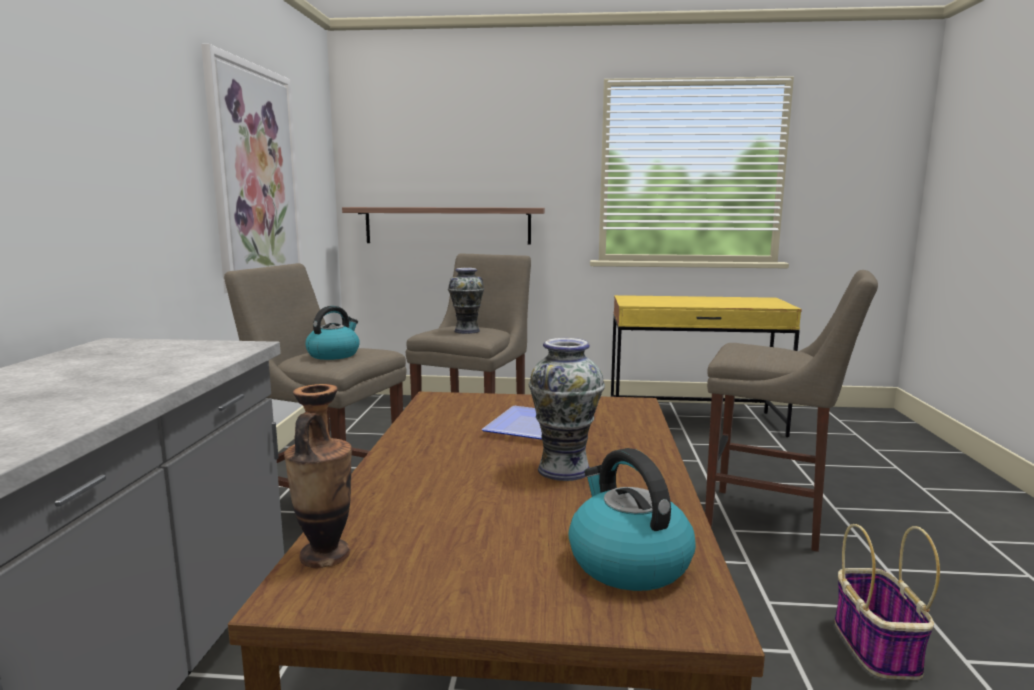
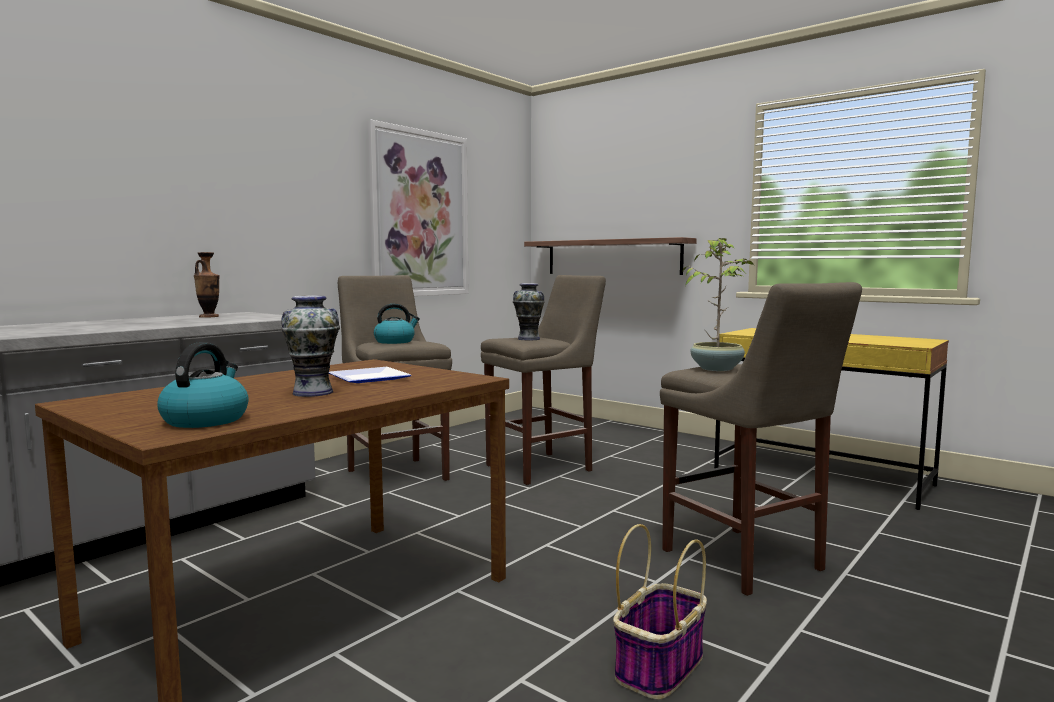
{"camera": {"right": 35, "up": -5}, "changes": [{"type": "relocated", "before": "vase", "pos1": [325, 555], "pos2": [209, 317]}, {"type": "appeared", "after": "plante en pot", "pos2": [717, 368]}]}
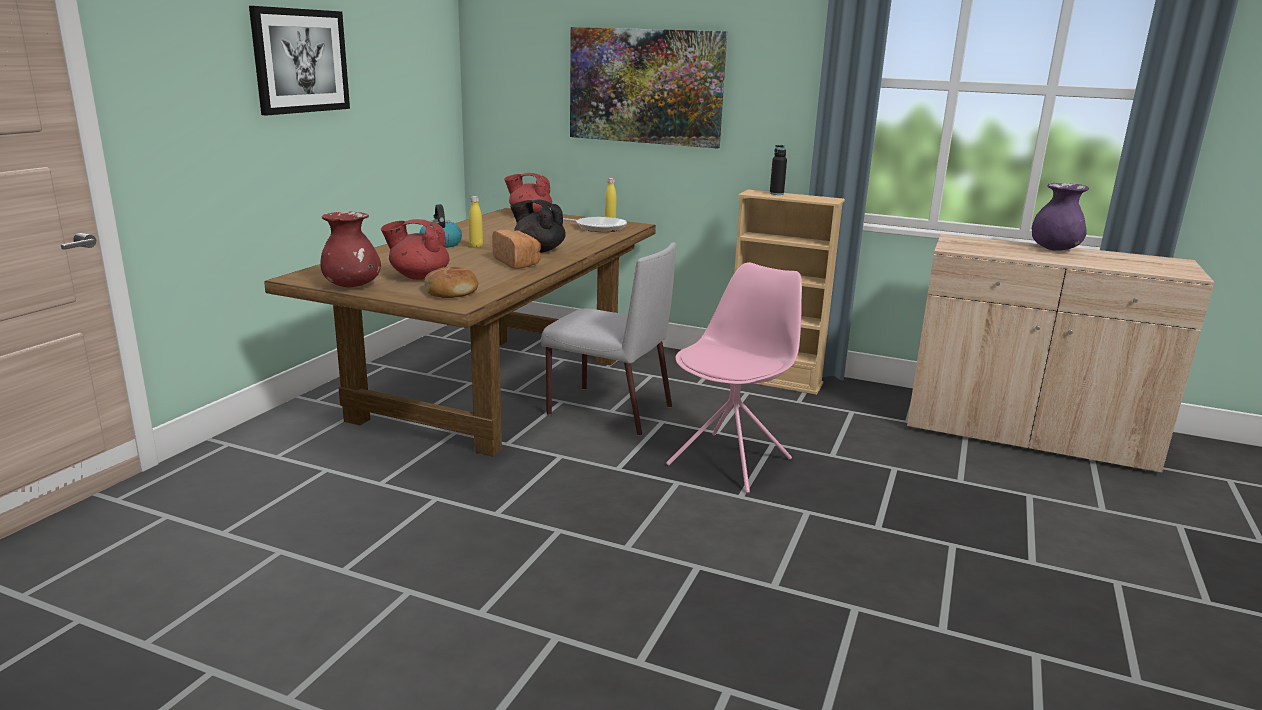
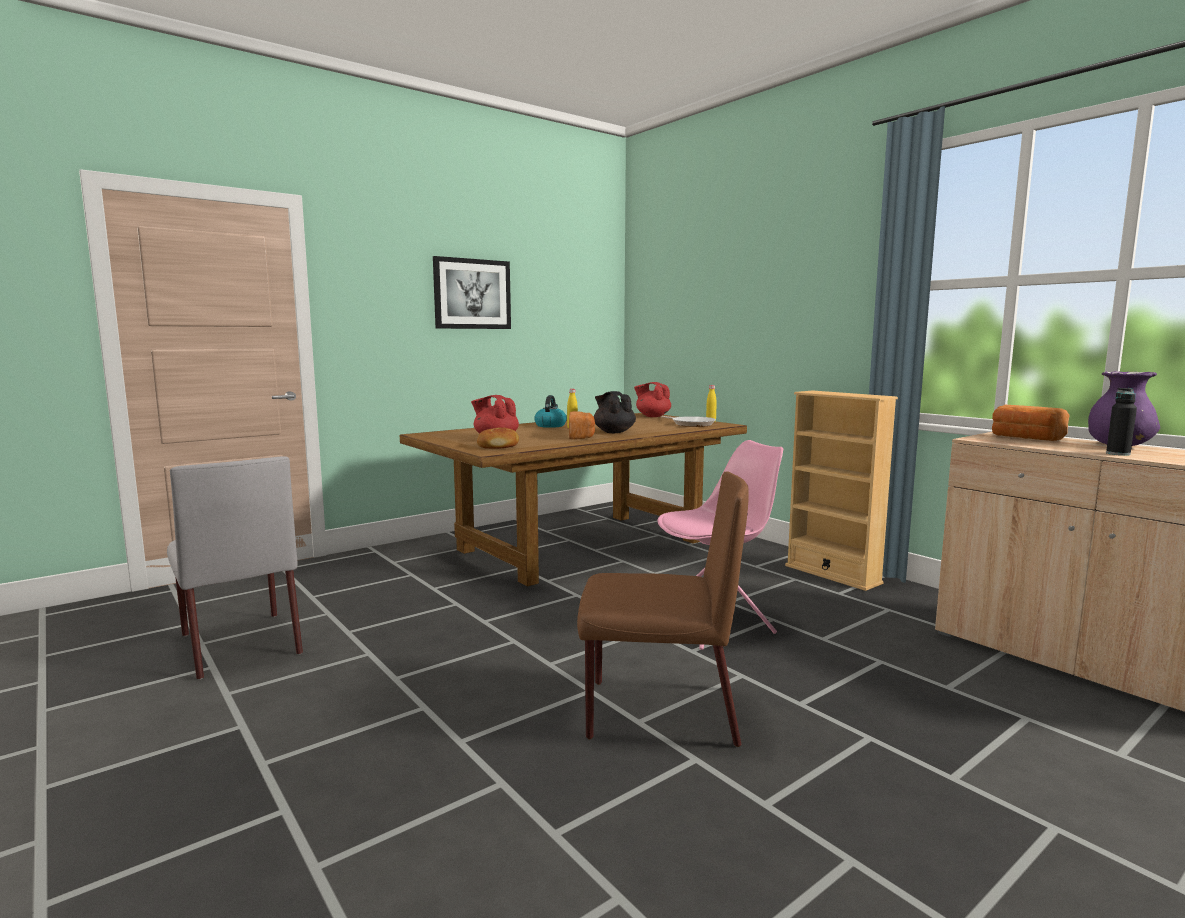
{"camera": {"right": 30, "up": -10}, "changes": [{"type": "missing", "before": "vase (rouge)", "pos1": [352, 286]}, {"type": "relocated", "before": "chaise (gris)", "pos1": [607, 410], "pos2": [240, 643]}, {"type": "missing", "before": "tableau", "pos1": [645, 86]}, {"type": "relocated", "before": "bouteille (noir)", "pos1": [776, 194], "pos2": [1118, 454]}, {"type": "appeared", "after": "chaise (marron)", "pos2": [658, 712]}, {"type": "appeared", "after": "pain", "pos2": [1025, 438]}]}
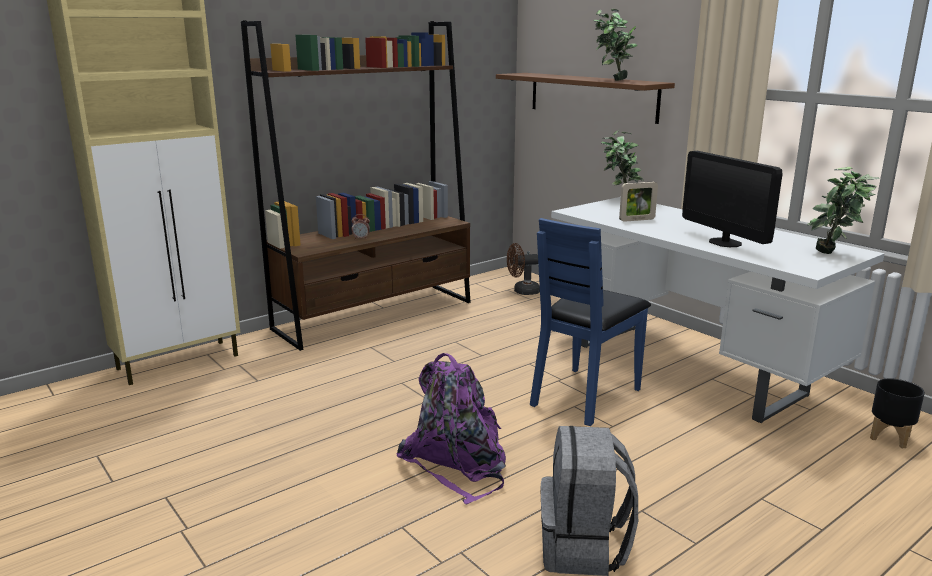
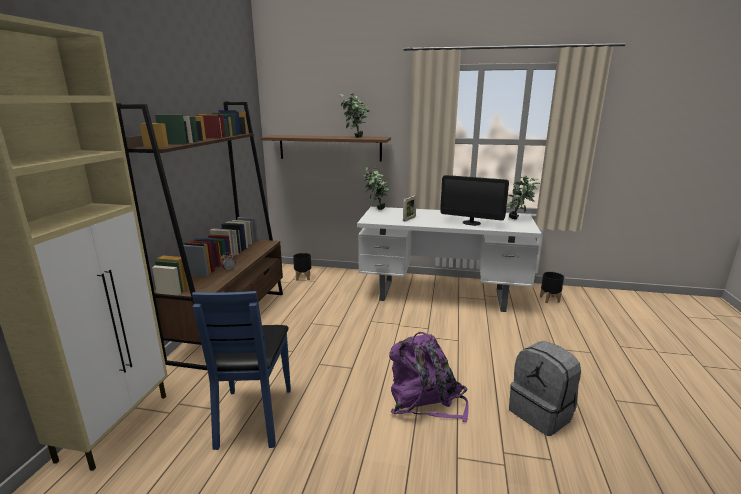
{"camera": {"right": -40, "up": 0}, "changes": [{"type": "exchanged", "before": "ventilateur (marron)", "after": "cache-pot (noir)", "pos1": [522, 291], "pos2": [303, 277]}, {"type": "relocated", "before": "chaise (bleu)", "pos1": [585, 396], "pos2": [253, 416]}]}
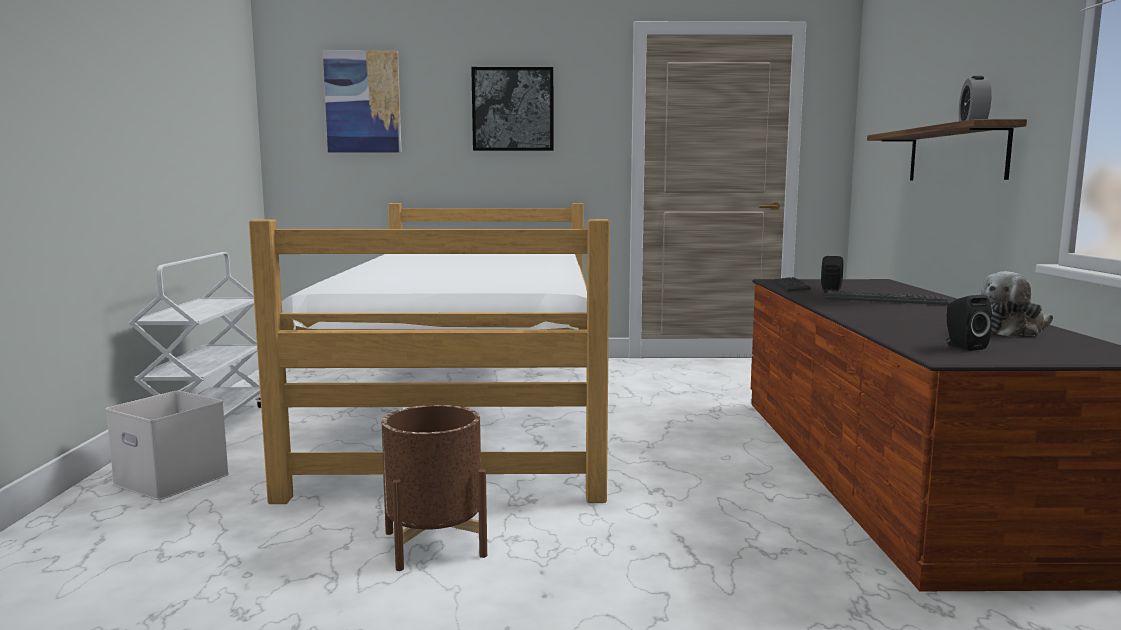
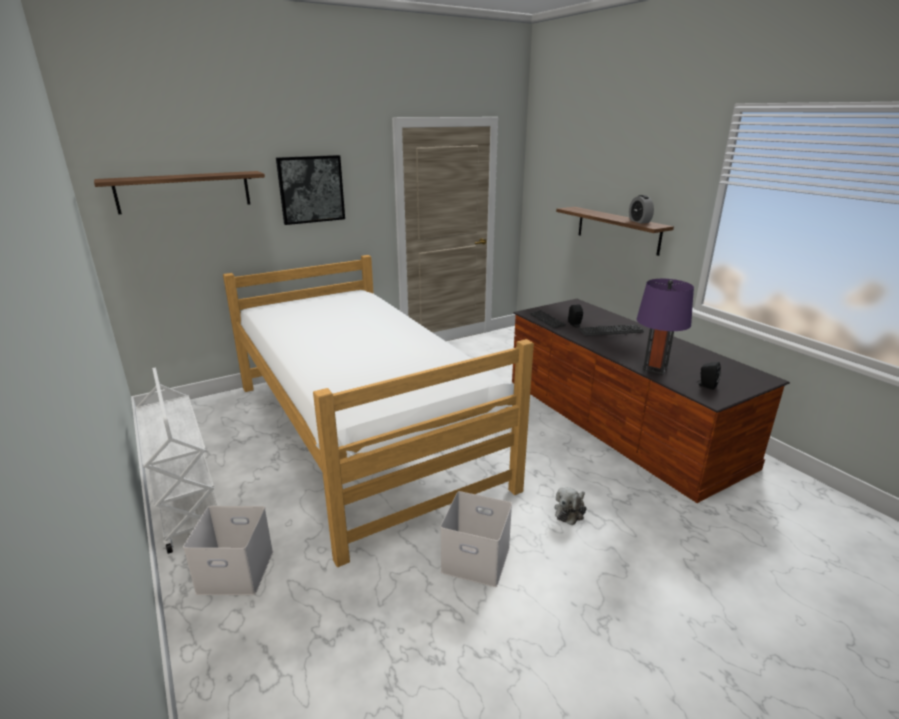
{"camera": {"right": -30, "up": 15}, "changes": [{"type": "exchanged", "before": "tableau", "after": "étagère", "pos1": [363, 102], "pos2": [184, 192]}, {"type": "exchanged", "before": "cache-pot (marron)", "after": "boîte de rangement (blanc)", "pos1": [434, 544], "pos2": [474, 559]}, {"type": "relocated", "before": "peluche", "pos1": [1014, 331], "pos2": [570, 511]}, {"type": "appeared", "after": "lampe de table (violet)", "pos2": [655, 368]}]}
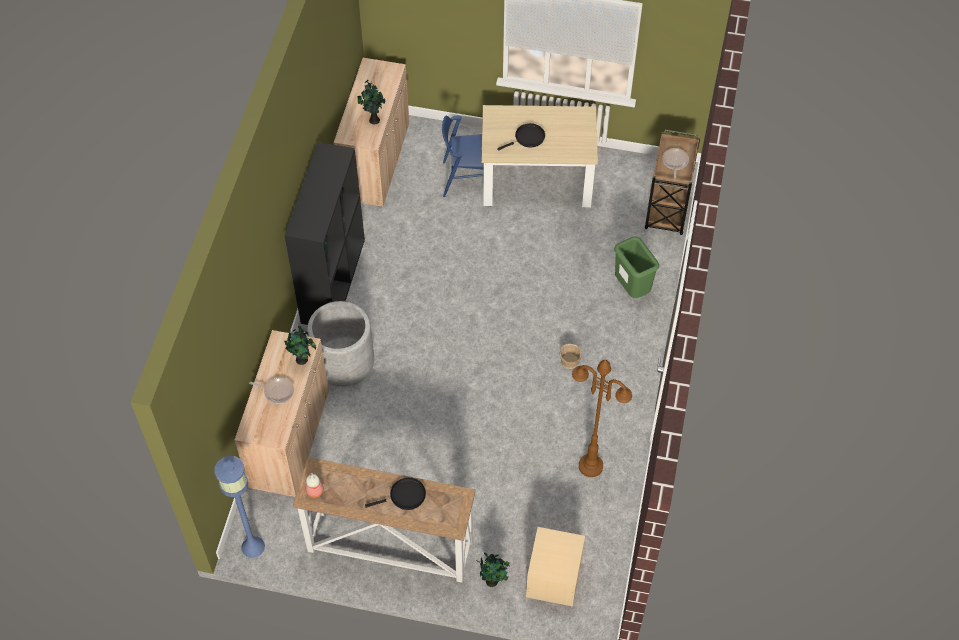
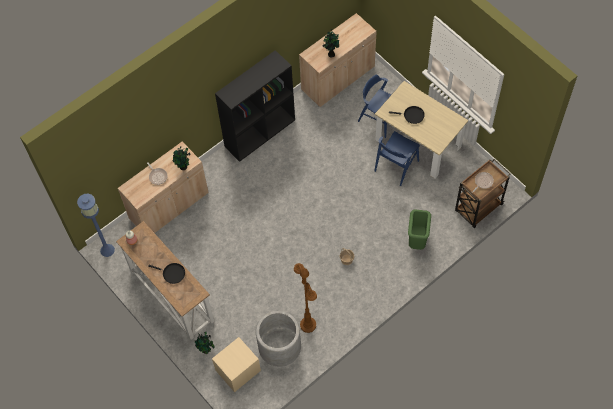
{"camera": {"right": 40, "up": 5}, "changes": [{"type": "relocated", "before": "cache-pot (gris)", "pos1": [343, 361], "pos2": [279, 347]}, {"type": "appeared", "after": "chaise (bleu)", "pos2": [396, 166]}]}
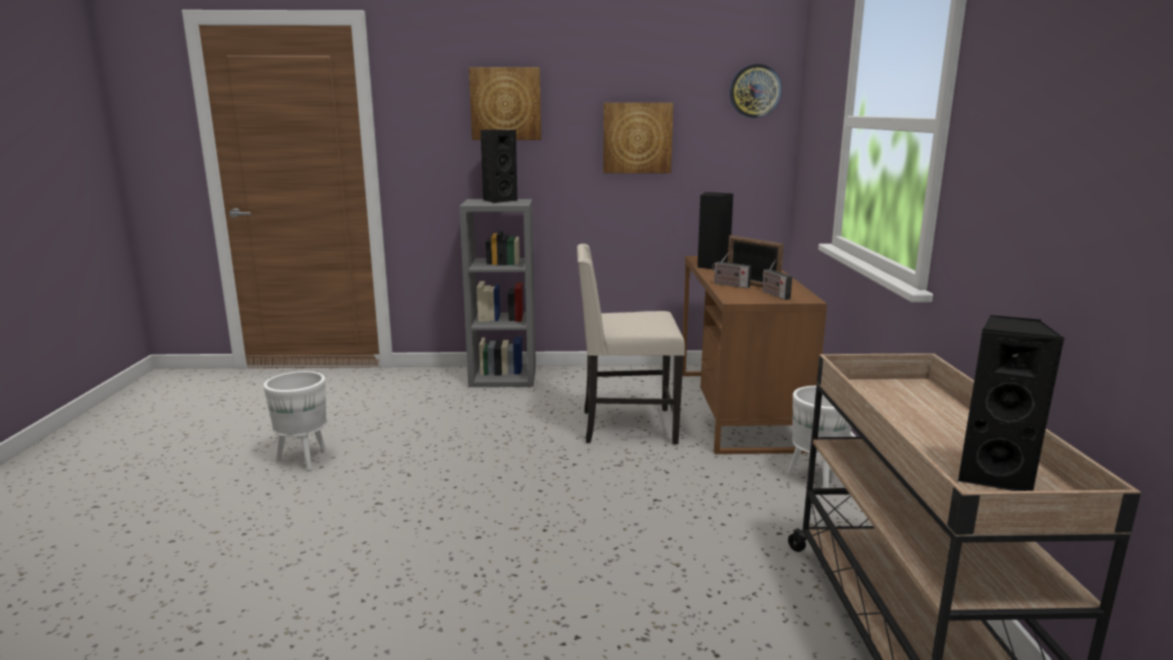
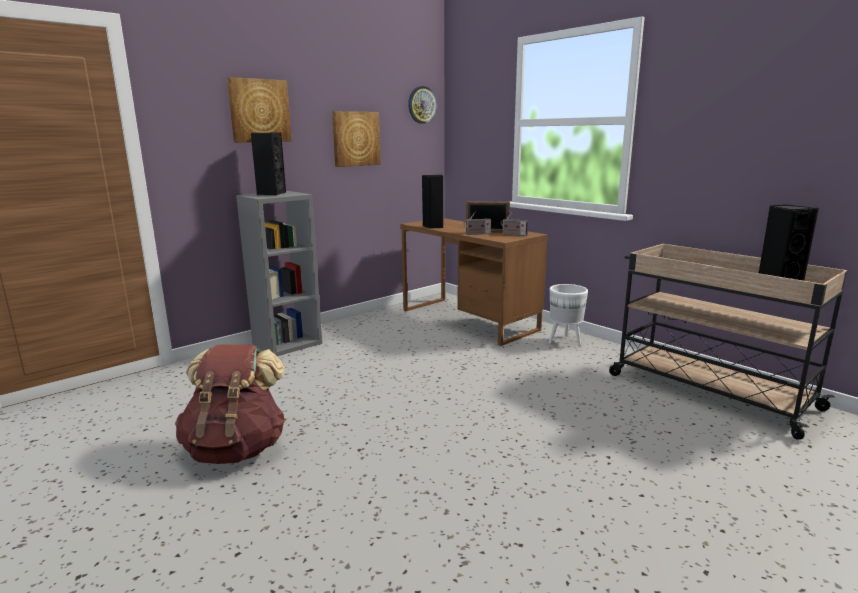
{"camera": {"right": -40, "up": 0}, "changes": [{"type": "exchanged", "before": "cache-pot (blanc)", "after": "sac à dos (marron)", "pos1": [305, 460], "pos2": [236, 449]}, {"type": "missing", "before": "chaise (beige)", "pos1": [626, 426]}]}
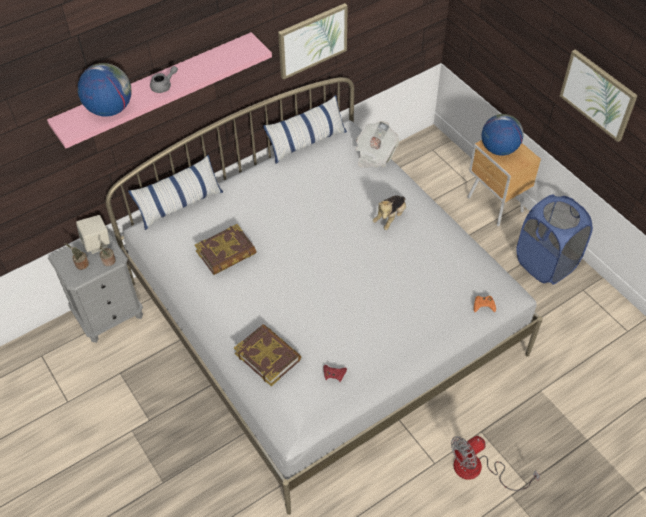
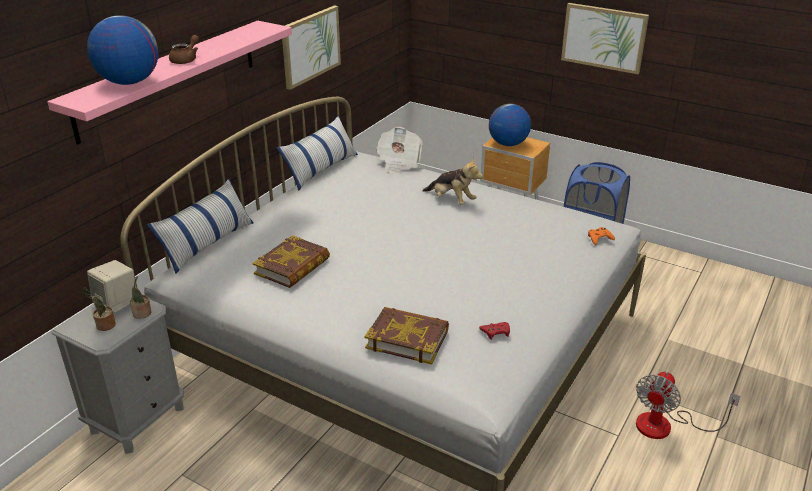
{"camera": {"right": -25, "up": -20}, "changes": [{"type": "colour", "before": "théière (gris)", "after": "théière (marron)", "pos1": [164, 86], "pos2": [186, 60]}, {"type": "spun", "before": "peluche", "pos1": [390, 217], "pos2": [451, 200], "turn": -60}]}
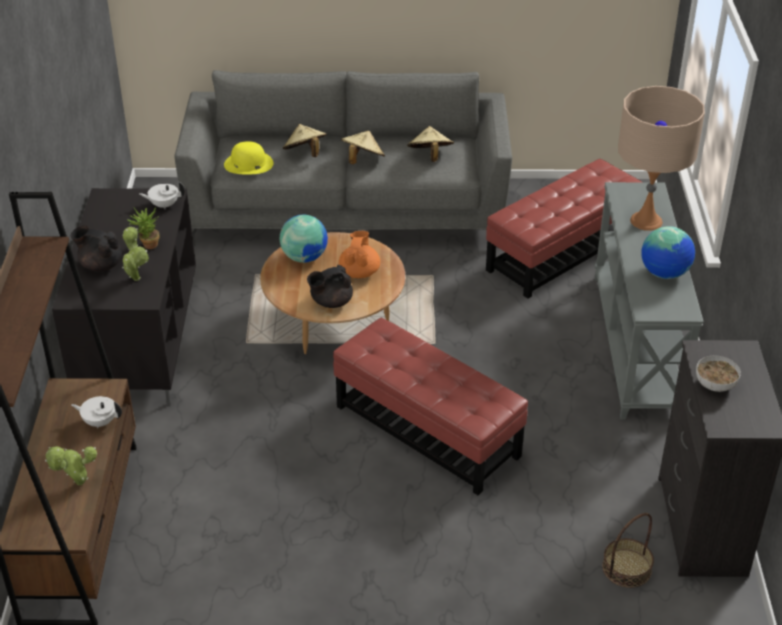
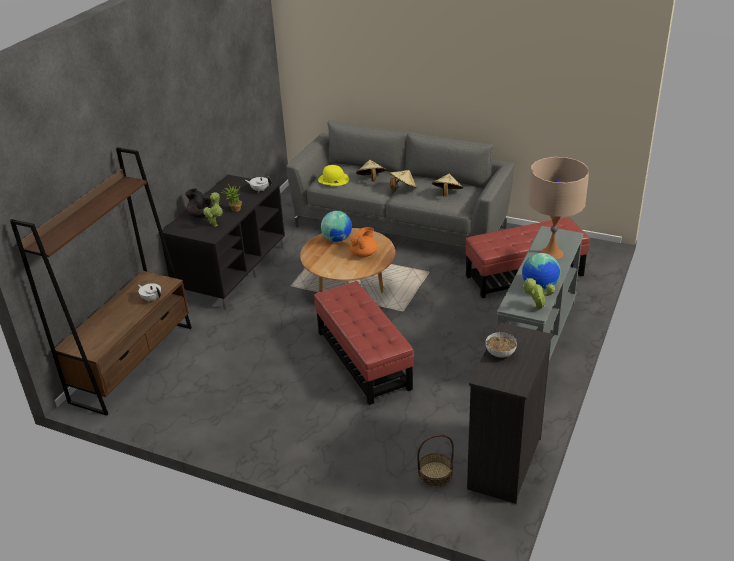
{"camera": {"right": 25, "up": -5}, "changes": [{"type": "relocated", "before": "plante en pot", "pos1": [77, 484], "pos2": [536, 308]}, {"type": "missing", "before": "théière (noir)", "pos1": [331, 302]}]}
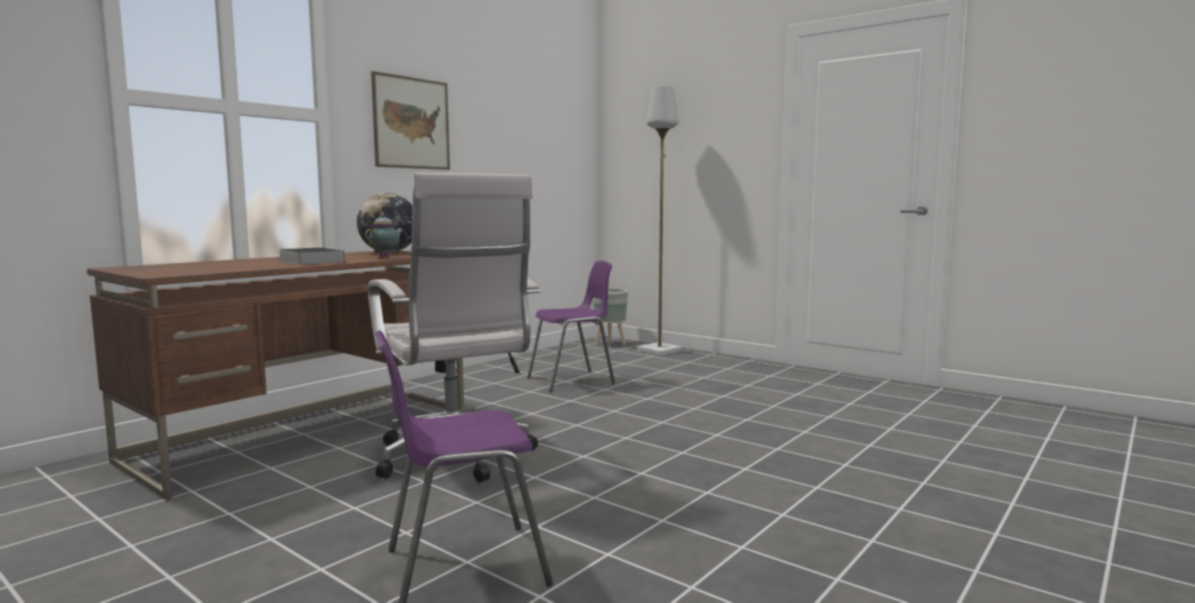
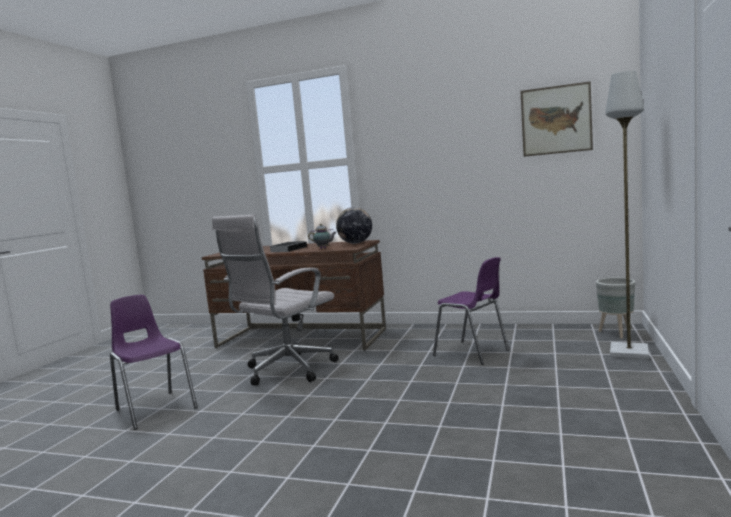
{"camera": {"right": 70, "up": 0}, "changes": [{"type": "relocated", "before": "tableau", "pos1": [411, 123], "pos2": [556, 120]}]}
